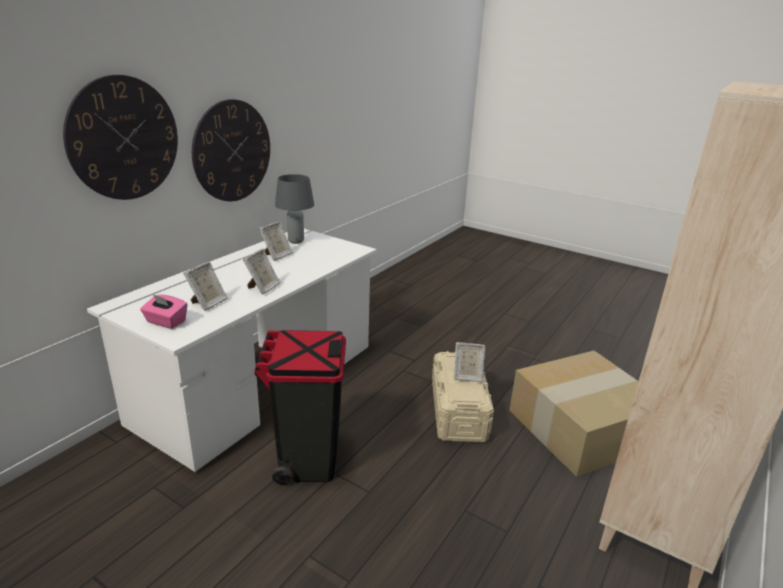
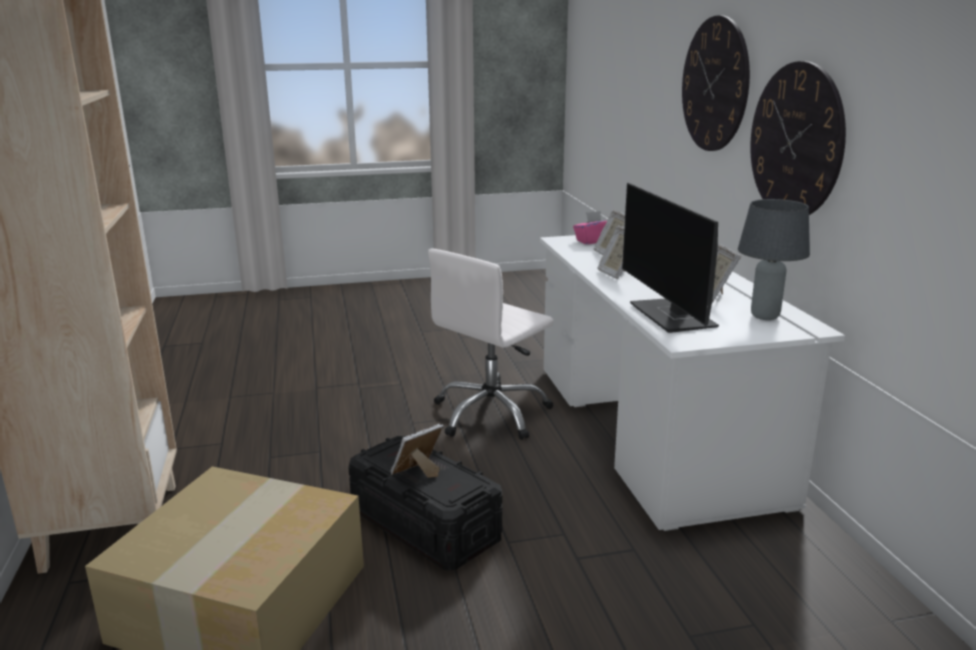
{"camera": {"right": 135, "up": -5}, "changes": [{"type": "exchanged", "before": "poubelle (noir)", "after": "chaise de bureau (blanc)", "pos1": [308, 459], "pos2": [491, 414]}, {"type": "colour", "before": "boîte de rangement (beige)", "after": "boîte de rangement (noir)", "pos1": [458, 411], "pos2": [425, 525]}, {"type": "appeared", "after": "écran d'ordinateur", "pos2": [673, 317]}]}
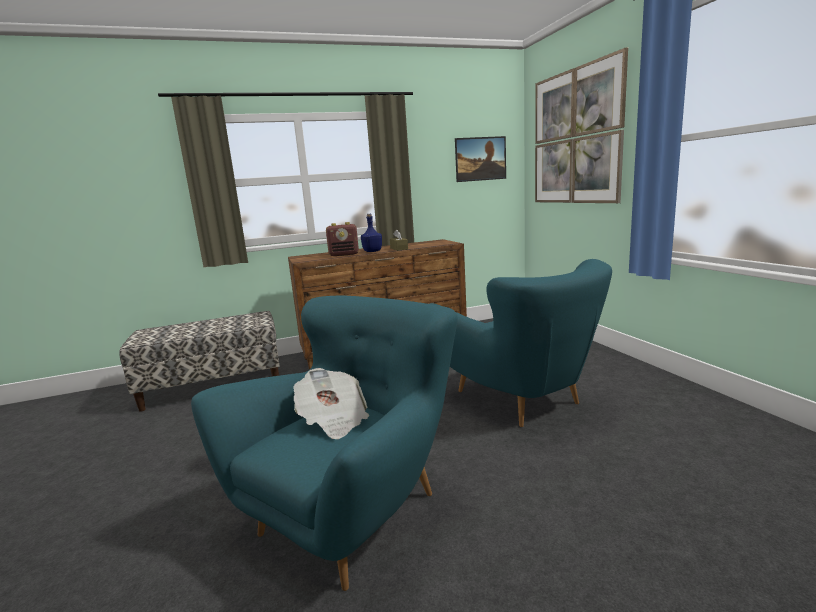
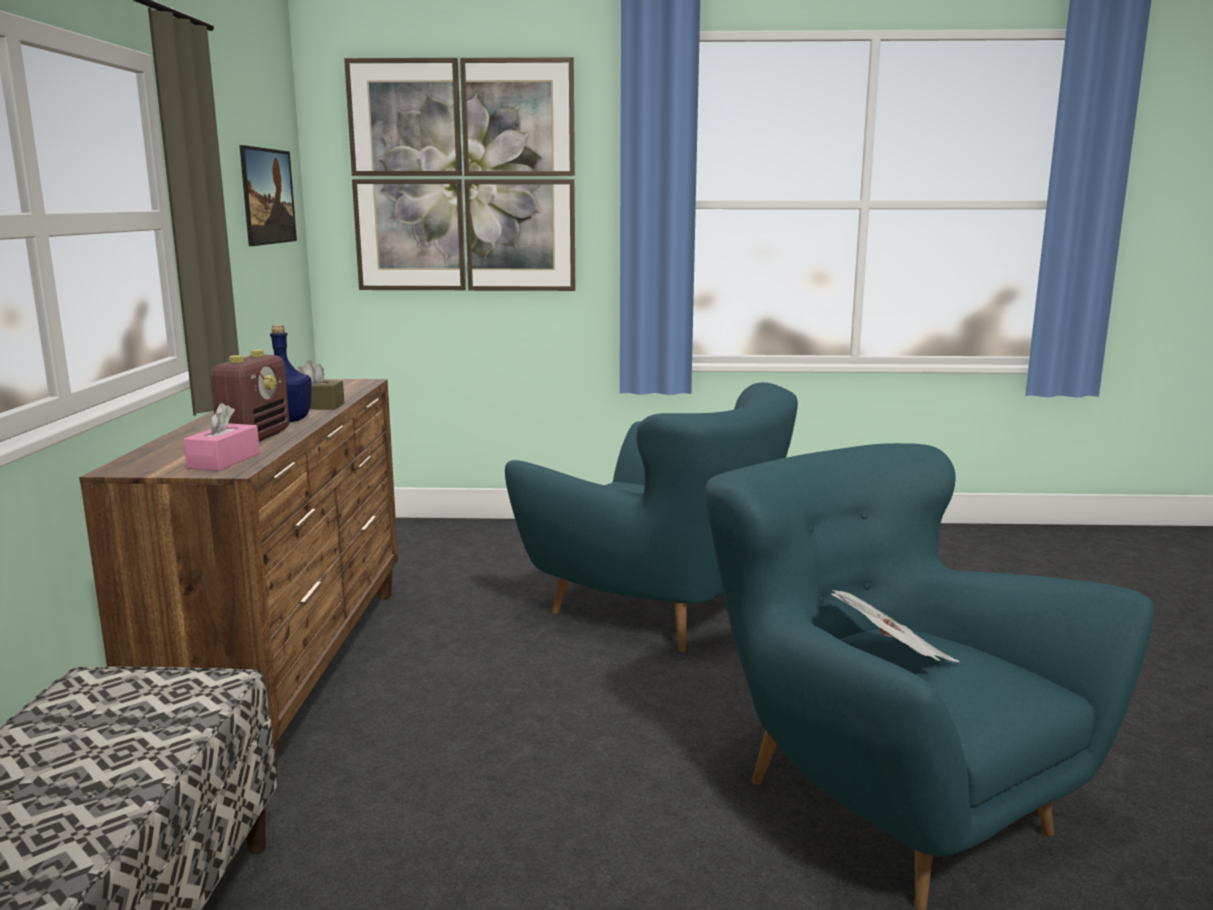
{"camera": {"right": -70, "up": 0}, "changes": [{"type": "spun", "before": "fauteuil (turquoise)", "pos1": [519, 398], "pos2": [656, 611], "turn": 45}, {"type": "appeared", "after": "boîte à mouchoirs (rose)", "pos2": [224, 461]}]}
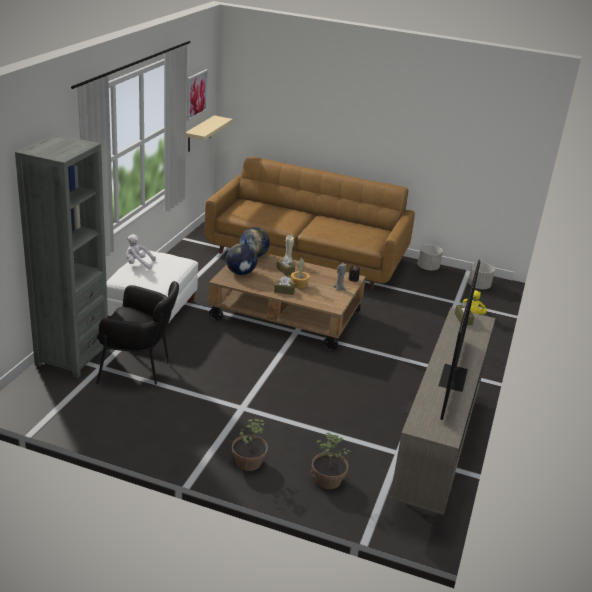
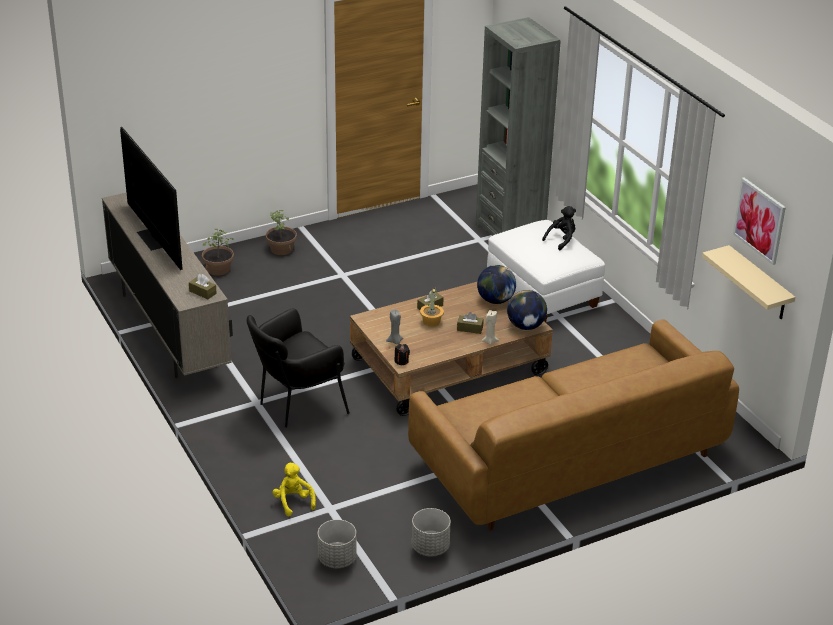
{"camera": {"right": 135, "up": 5}, "changes": [{"type": "relocated", "before": "fauteuil (noir)", "pos1": [139, 369], "pos2": [296, 406]}, {"type": "colour", "before": "peluche (blanc)", "after": "peluche (noir)", "pos1": [138, 264], "pos2": [561, 240]}]}
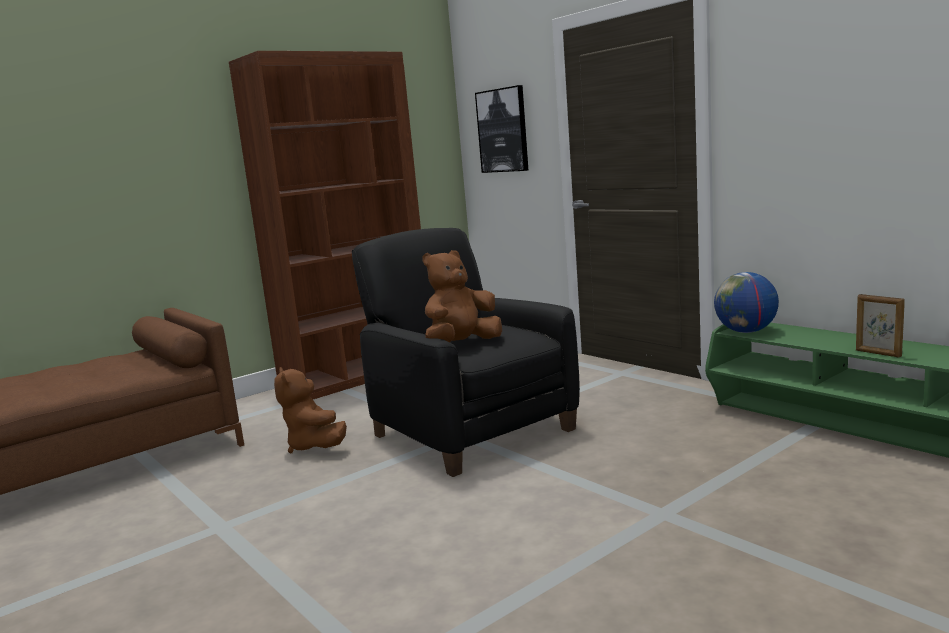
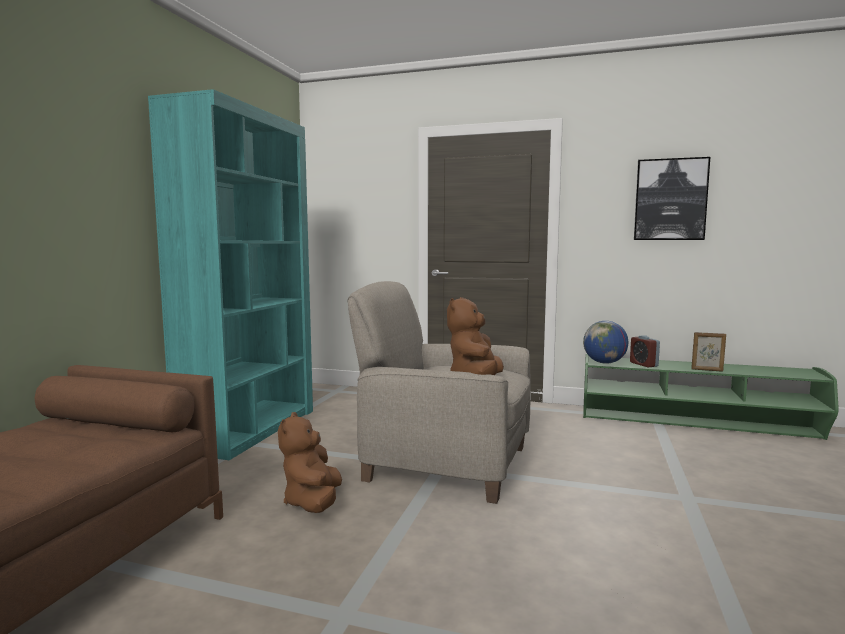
{"camera": {"right": -35, "up": -5}, "changes": [{"type": "colour", "before": "bibliothèque (marron)", "after": "bibliothèque (turquoise)", "pos1": [359, 375], "pos2": [250, 429]}, {"type": "spun", "before": "peluche (marron)", "pos1": [314, 446], "pos2": [313, 502], "turn": 60}, {"type": "colour", "before": "fauteuil (noir)", "after": "fauteuil (beige)", "pos1": [471, 431], "pos2": [445, 463]}, {"type": "relocated", "before": "tableau", "pos1": [503, 130], "pos2": [670, 199]}, {"type": "appeared", "after": "réveil", "pos2": [643, 364]}]}
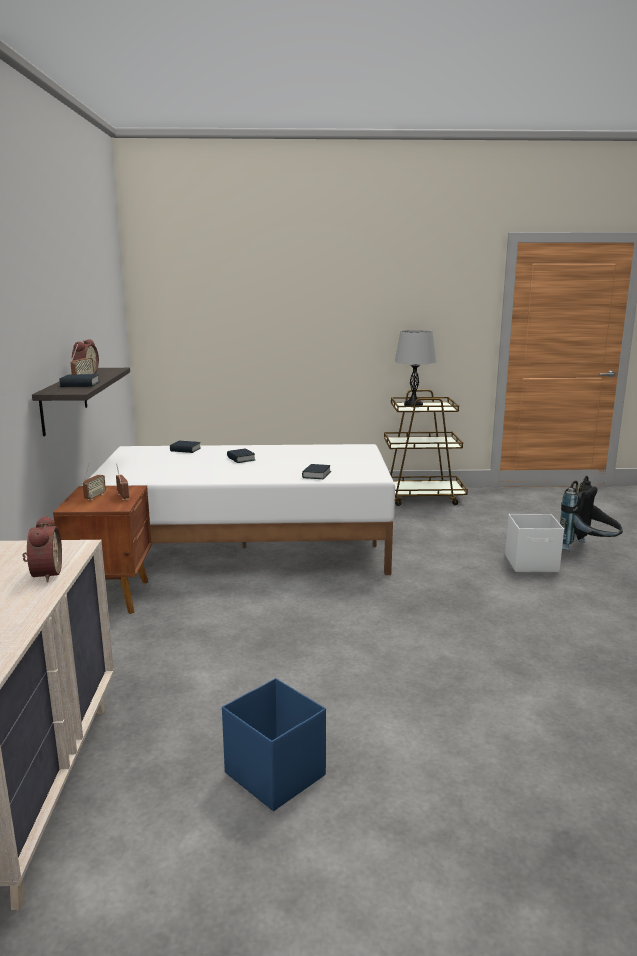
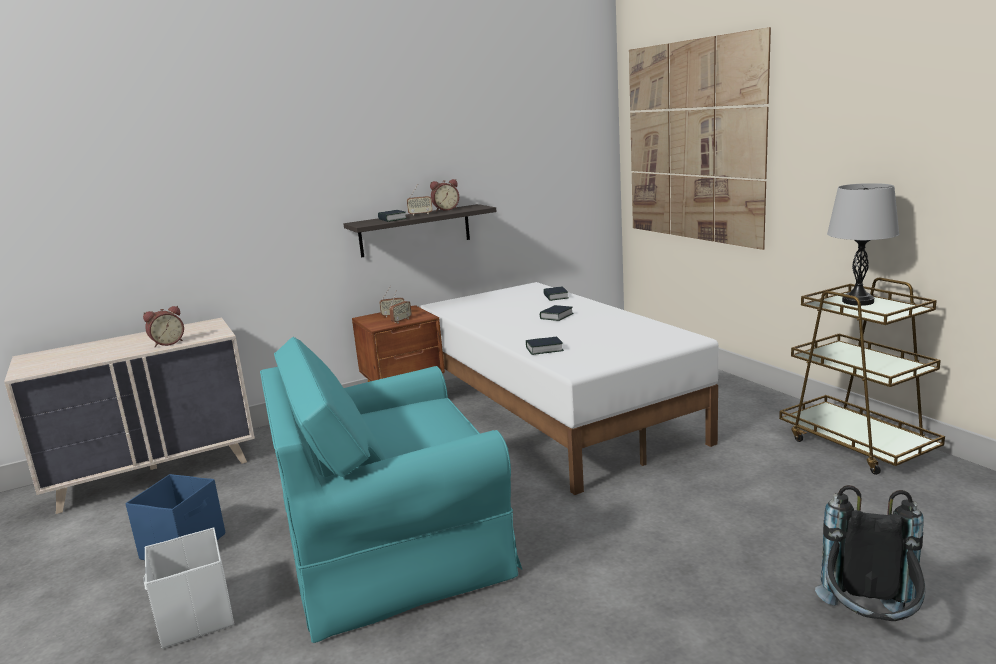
{"camera": {"right": 65, "up": 0}, "changes": [{"type": "relocated", "before": "boîte de rangement (blanc)", "pos1": [532, 564], "pos2": [195, 618]}, {"type": "appeared", "after": "fauteuil (turquoise)", "pos2": [392, 543]}, {"type": "appeared", "after": "tableau", "pos2": [693, 142]}]}
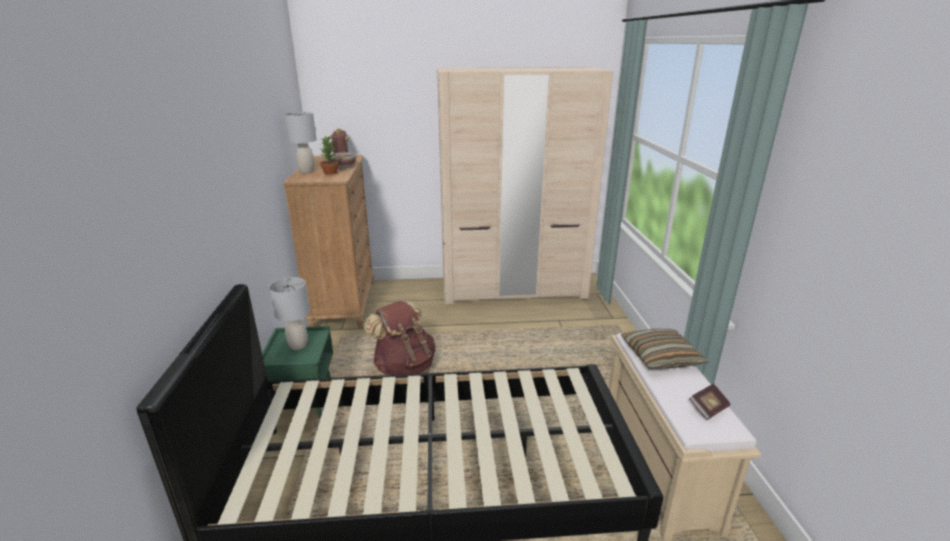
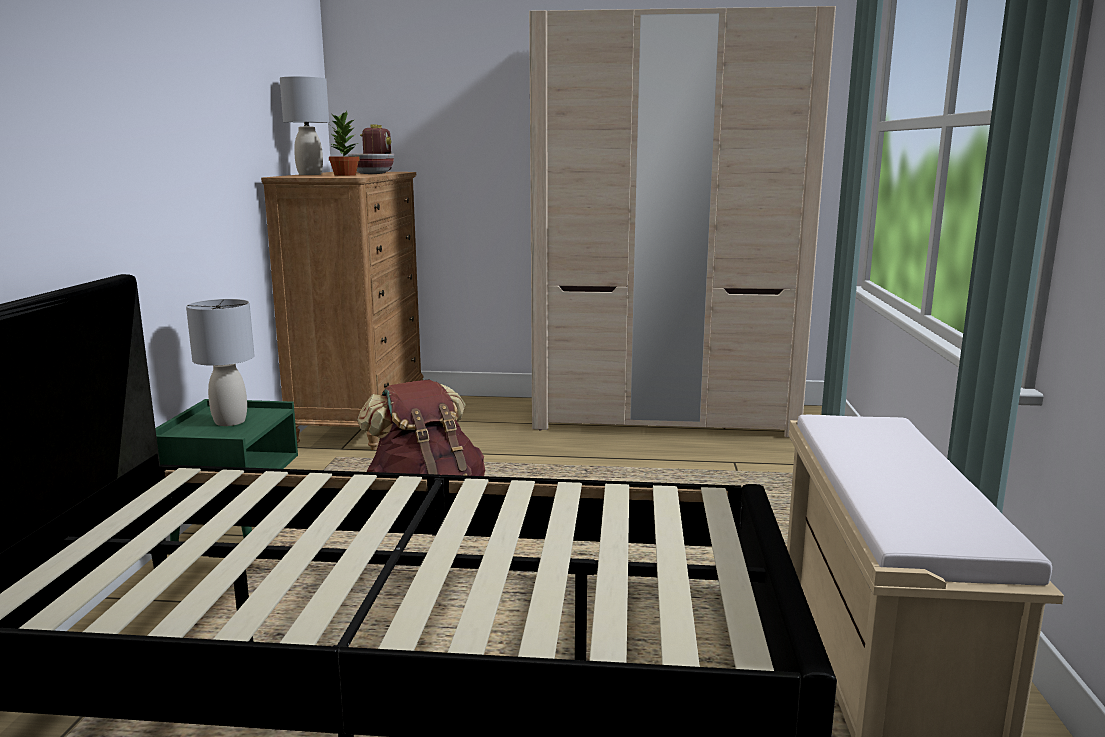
{"camera": {"right": 10, "up": -10}, "changes": [{"type": "missing", "before": "coussin", "pos1": [660, 357]}, {"type": "missing", "before": "livre", "pos1": [708, 408]}]}
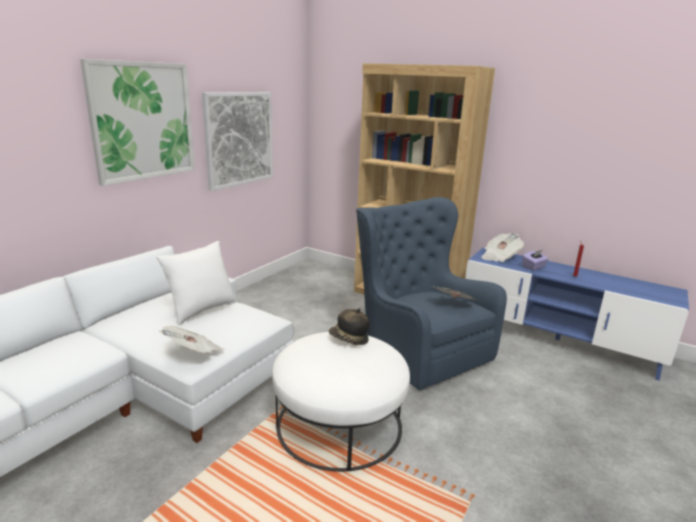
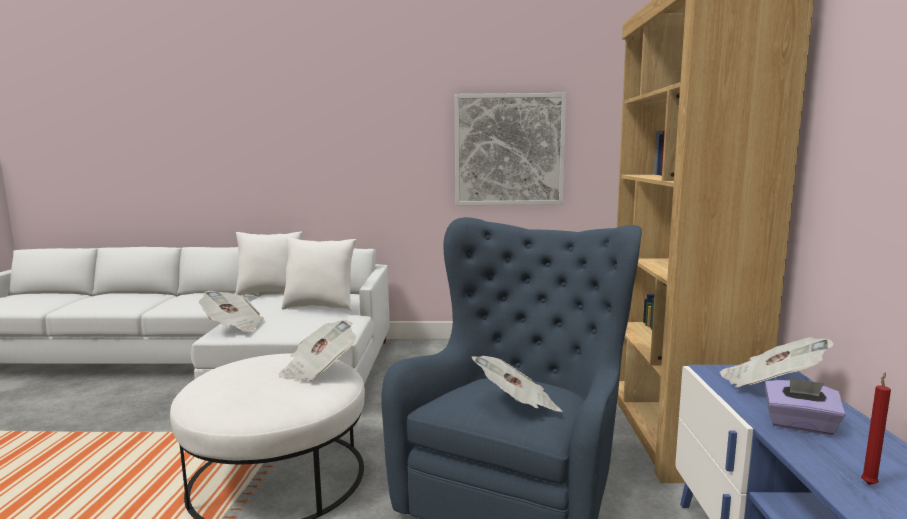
{"camera": {"right": 60, "up": -10}, "changes": [{"type": "missing", "before": "tableau", "pos1": [143, 121]}, {"type": "exchanged", "before": "chapeau", "after": "journal", "pos1": [348, 339], "pos2": [318, 370]}, {"type": "appeared", "after": "coussin (blanc)", "pos2": [270, 293]}]}
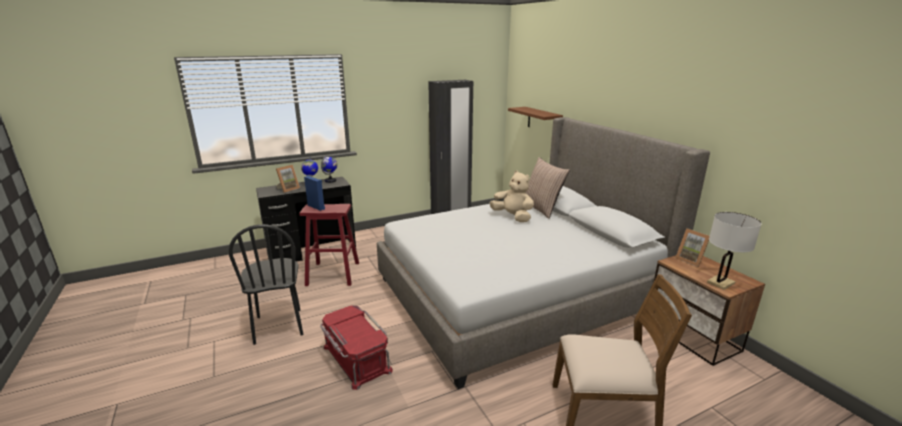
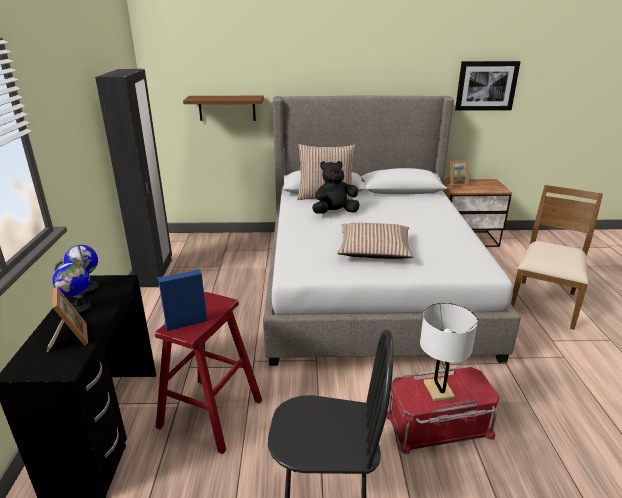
{"camera": {"right": -65, "up": 5}, "changes": [{"type": "colour", "before": "peluche (beige)", "after": "peluche (noir)", "pos1": [513, 217], "pos2": [334, 213]}, {"type": "relocated", "before": "lampe de table (blanc)", "pos1": [720, 282], "pos2": [438, 390]}, {"type": "appeared", "after": "coussin", "pos2": [374, 249]}, {"type": "appeared", "after": "tableau", "pos2": [486, 86]}]}
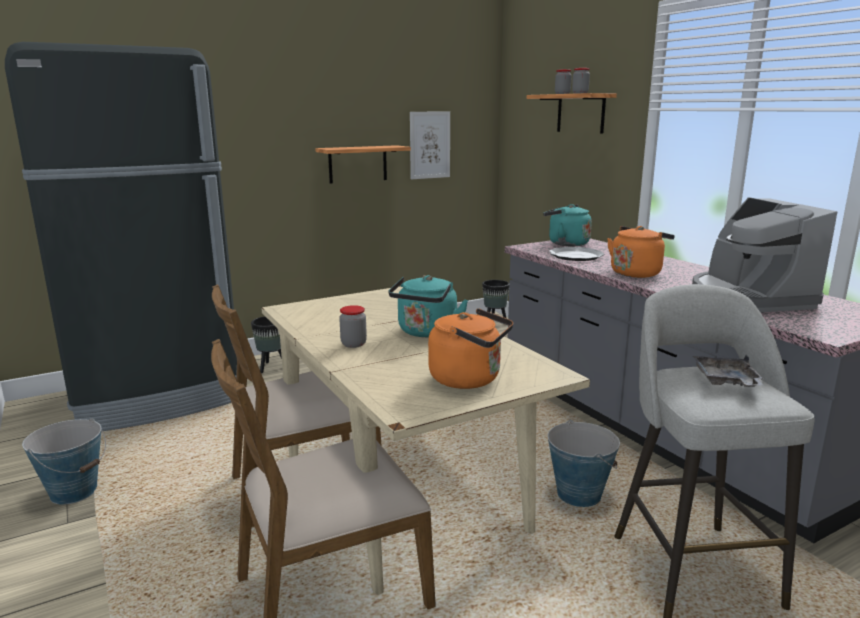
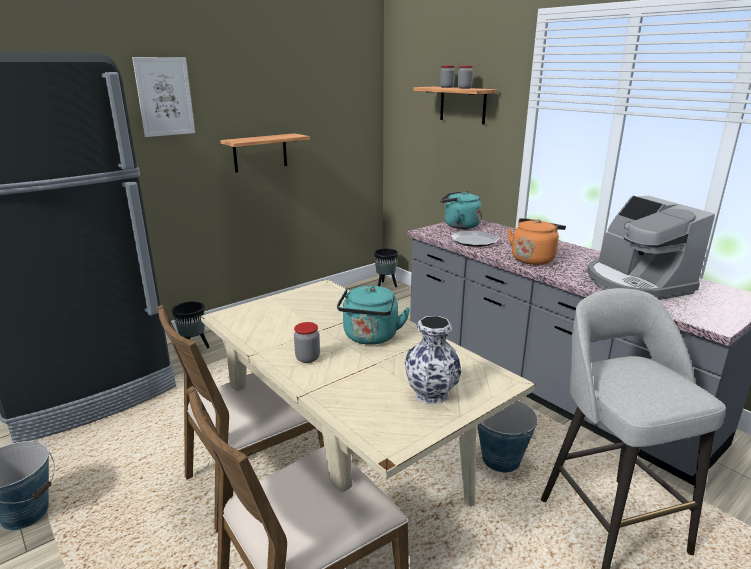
{"camera": {"right": -10, "up": 5}, "changes": [{"type": "relocated", "before": "tableau", "pos1": [429, 145], "pos2": [164, 97]}, {"type": "exchanged", "before": "bouilloire (orange)", "after": "vase", "pos1": [469, 379], "pos2": [431, 395]}, {"type": "missing", "before": "plateau (gris)", "pos1": [726, 381]}]}
